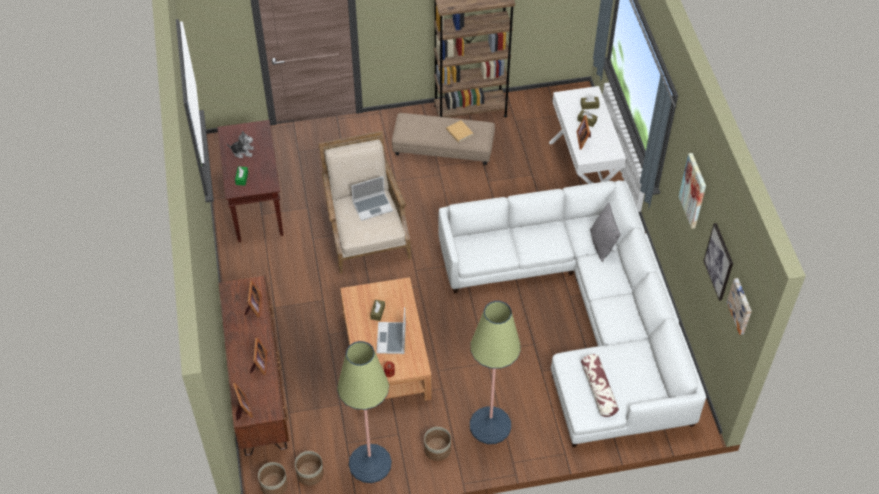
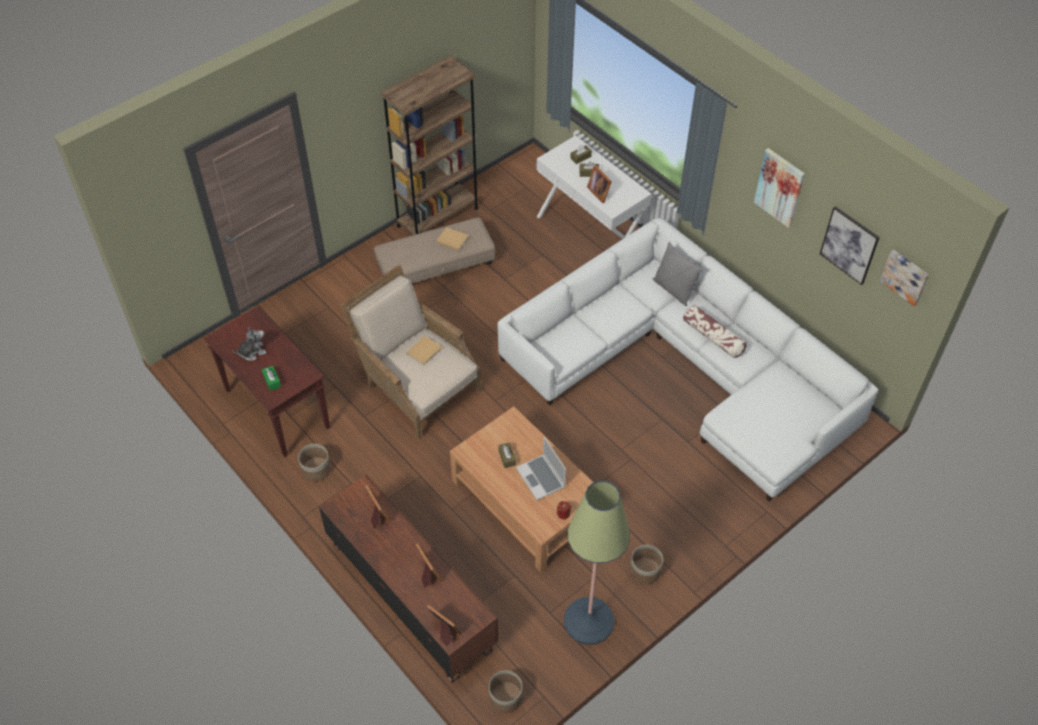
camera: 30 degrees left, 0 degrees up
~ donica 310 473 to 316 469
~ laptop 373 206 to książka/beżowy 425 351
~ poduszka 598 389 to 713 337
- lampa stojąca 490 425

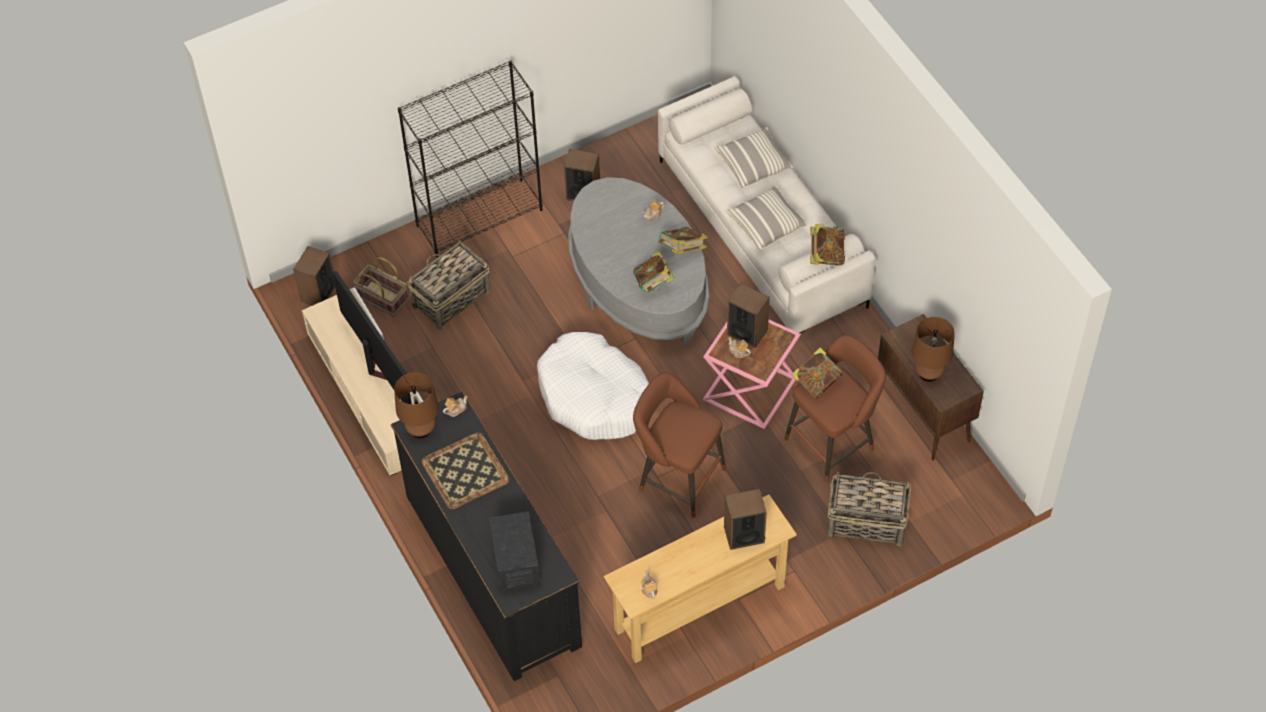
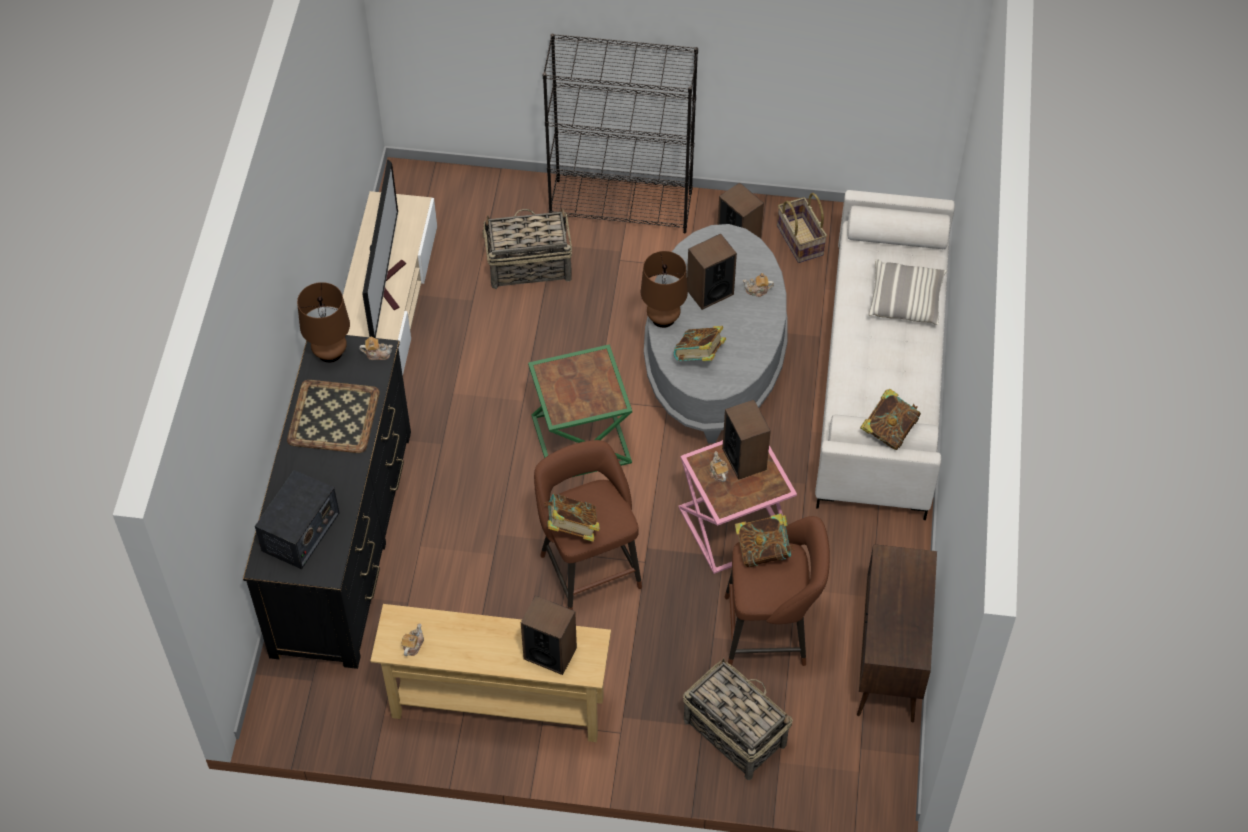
camera: 35 degrees right, 0 degrees up
~ legowisko/biały 595 396 to stolik/zielony 579 439
~ książka 682 250 to 572 528
~ lampa stołowa/brązowy 928 373 to 663 318
~ głośnik 318 293 to 709 292
~ koszyk 382 299 to 799 240
- poduszka 766 224

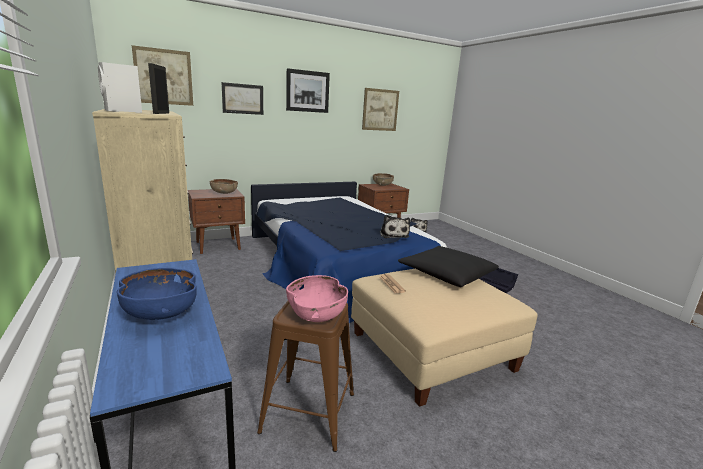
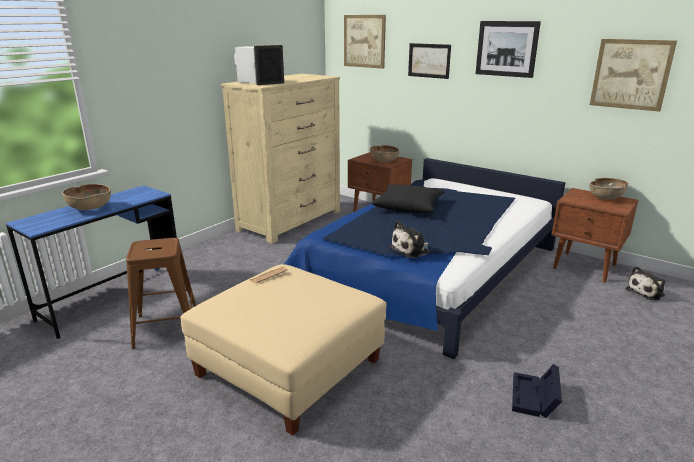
camera: 65 degrees right, 5 degrees up
~ miska/niebieski 161 313 to miska/brązowy 90 208
~ poduszka/czarny 446 274 to 408 206
- miska/różowy 317 314

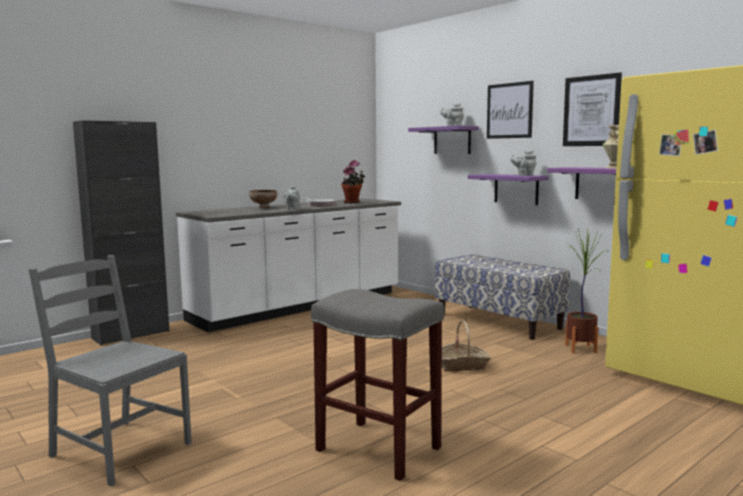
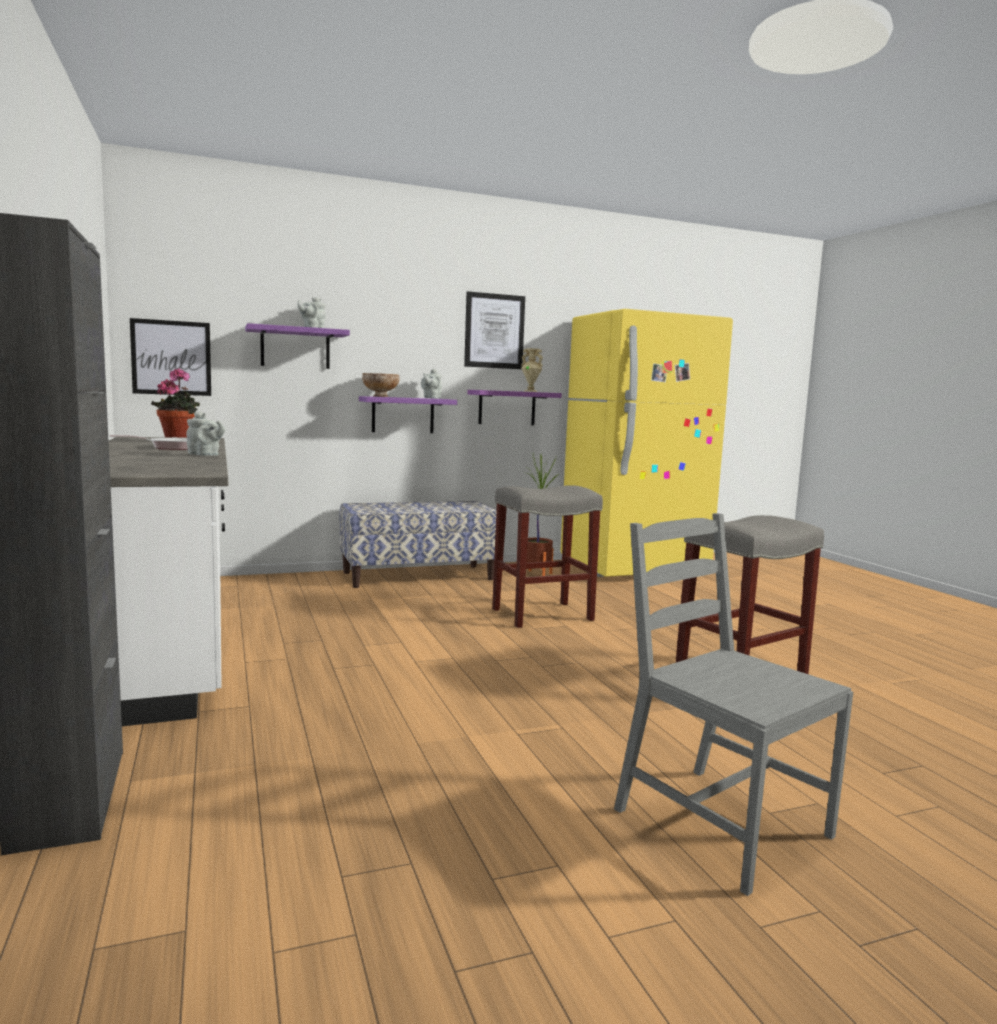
camera: 70 degrees left, 0 degrees up
~ obraz 509 110 to 171 358
~ miska 263 207 to 380 396
~ koszyk 461 365 to stołek/szary 543 614
~ krzesło/szary 119 450 = 718 823 90 degrees clockwise

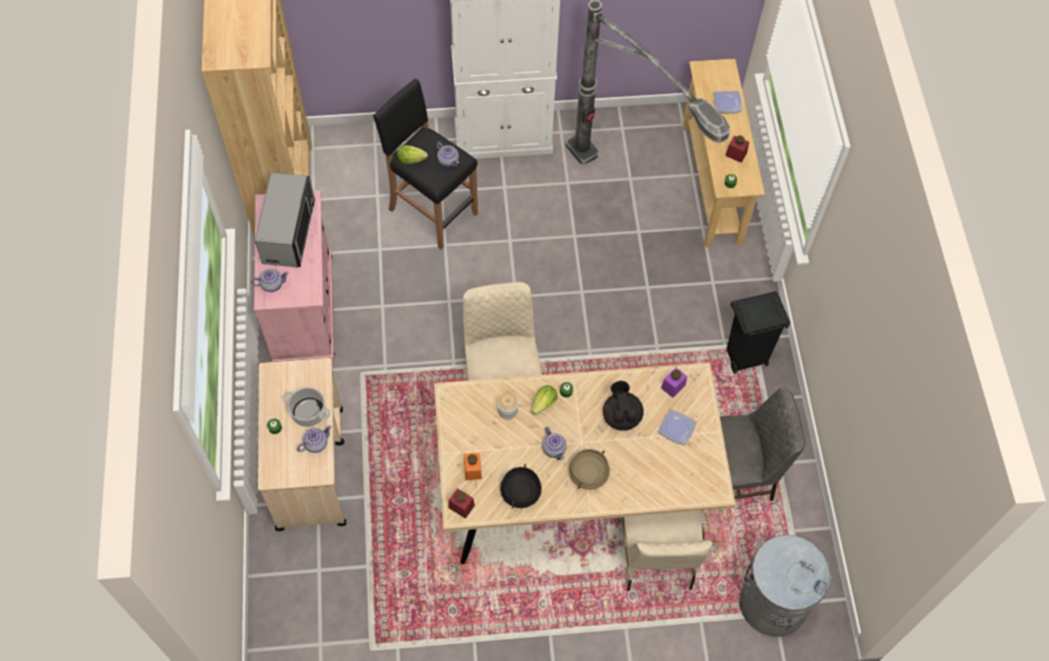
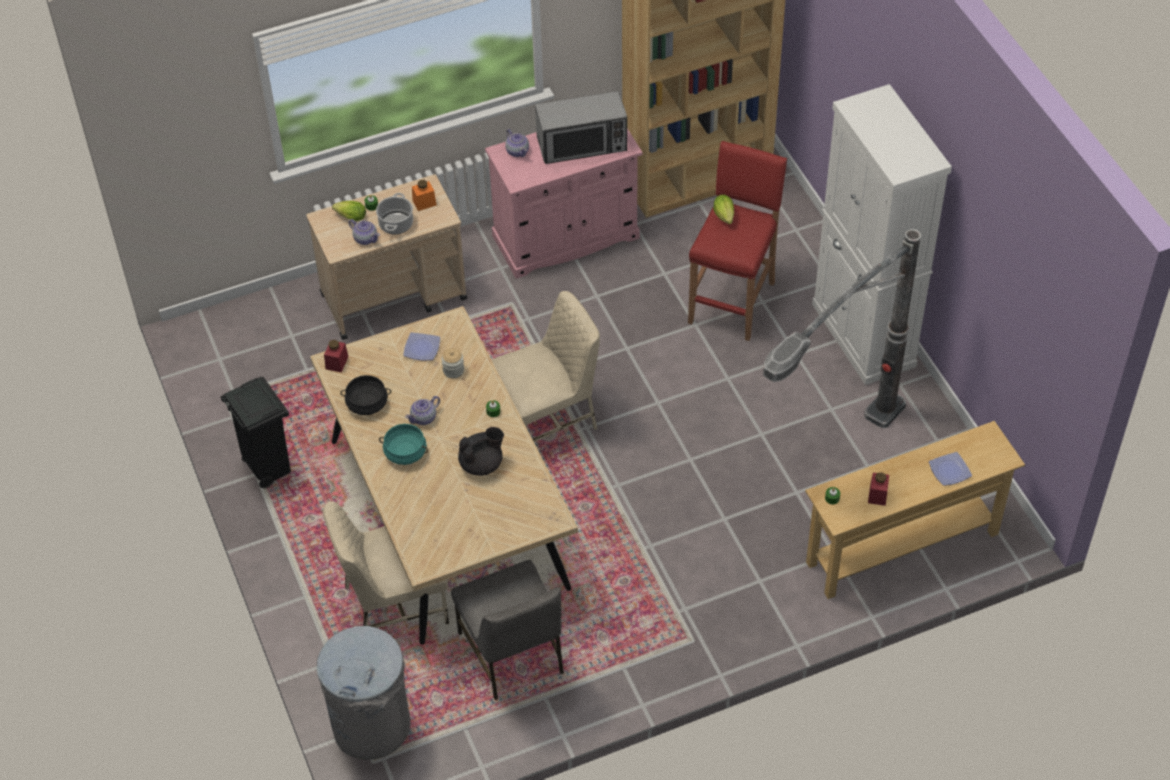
camera: 75 degrees right, 10 degrees down
~ kosz na śmieci/czarny 744 358 to 267 468
~ sałata 542 405 to 349 217
~ garnek/beżowy 588 474 to garnek/turkusowy 405 453
~ talerz 677 428 to 422 349
~ słoik/pomarańczowy 473 470 to 424 203
~ stołek/czarny 432 211 to stołek/czerwony 733 302
- imbryk 448 160
- słoik/fioletowy 673 386

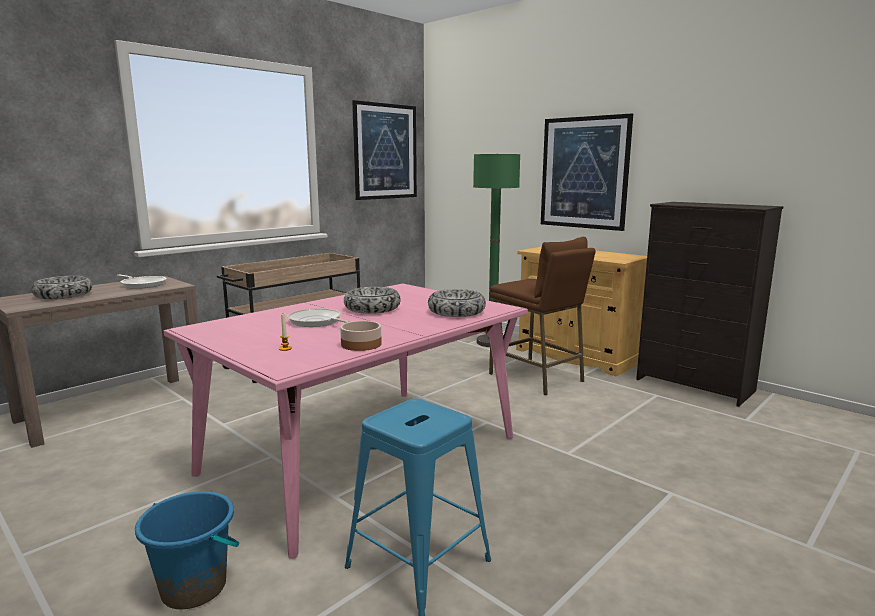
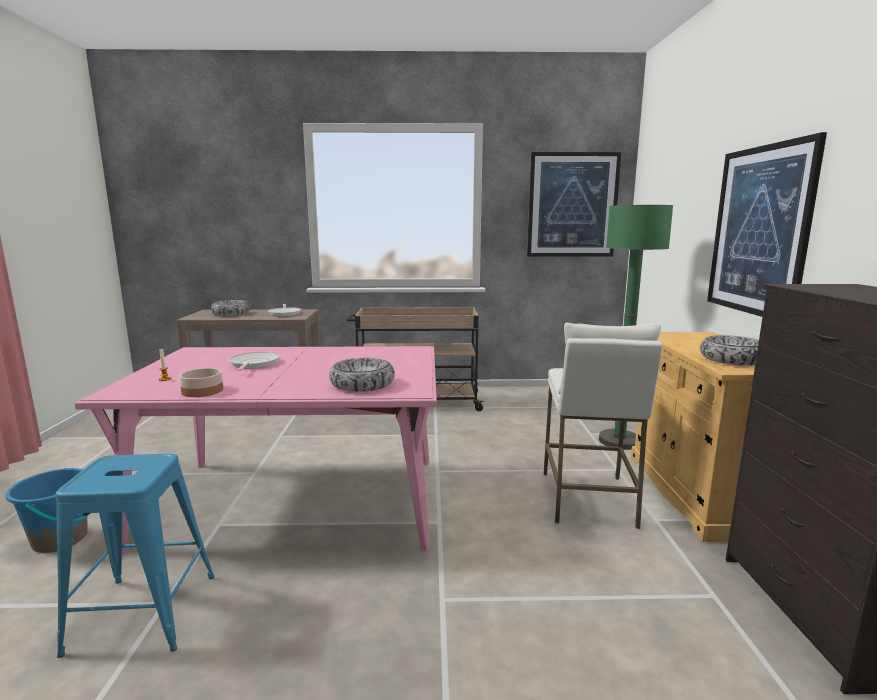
camera: 45 degrees right, 0 degrees up
~ stołek/brązowy 536 377 to stołek/biały 588 499
~ miska 372 308 to 732 360

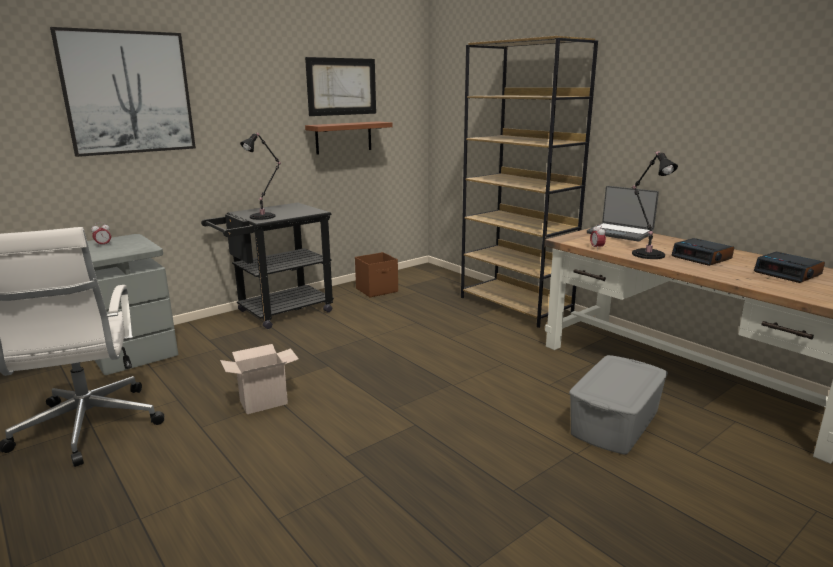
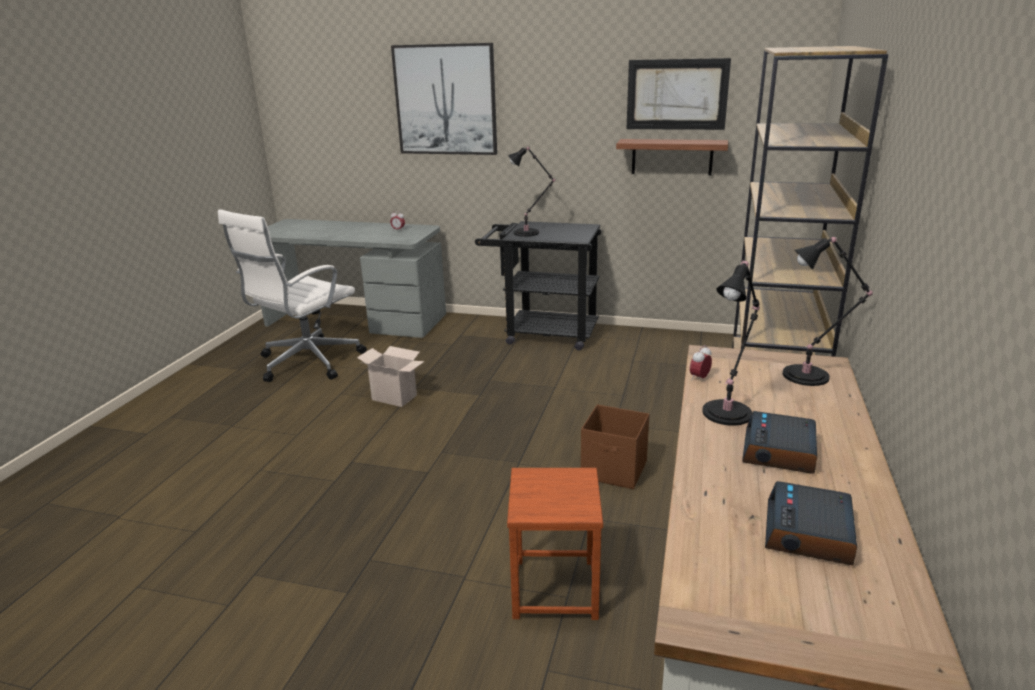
camera: 55 degrees right, 5 degrees up
~ pojemnik do przechowywania/szary 614 422 to stołek/brązowy 554 588
~ pojemnik do przechowywania/brązowy 377 290 to 614 470
~ laptop 620 233 to lampa stołowa/czarny 809 376

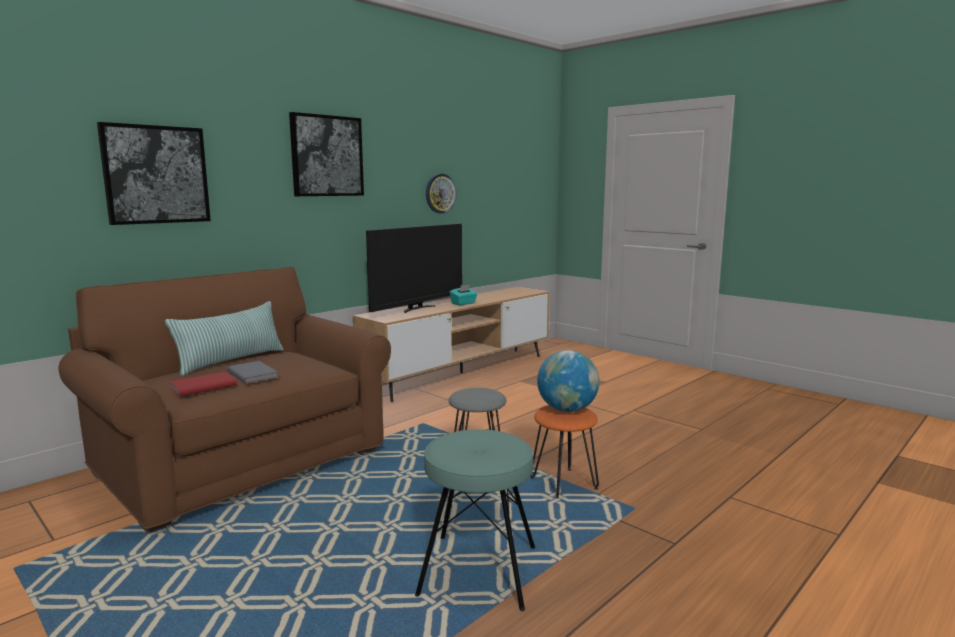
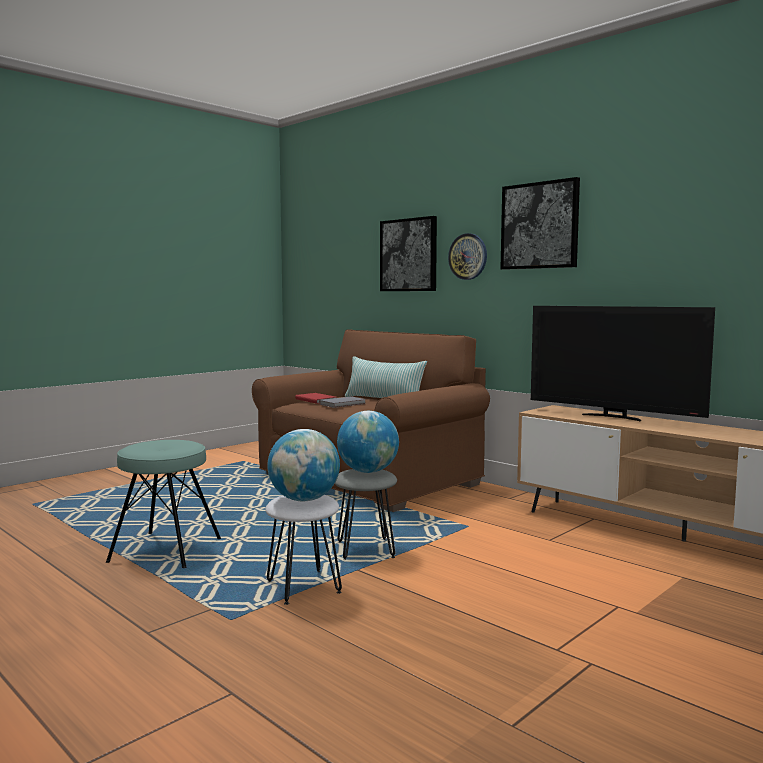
camera: 90 degrees right, 5 degrees down
~ stołek/pomarańczowy 563 483 to stołek/biały 304 587
+ globus 368 471
~ zegar ścienny 440 193 to 468 256
- pudełko chusteczek/turkusowy 463 303

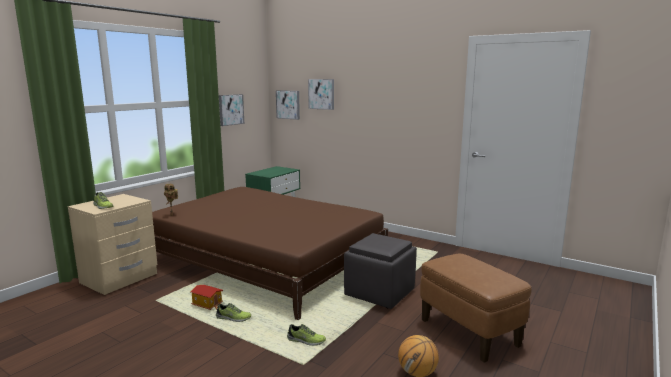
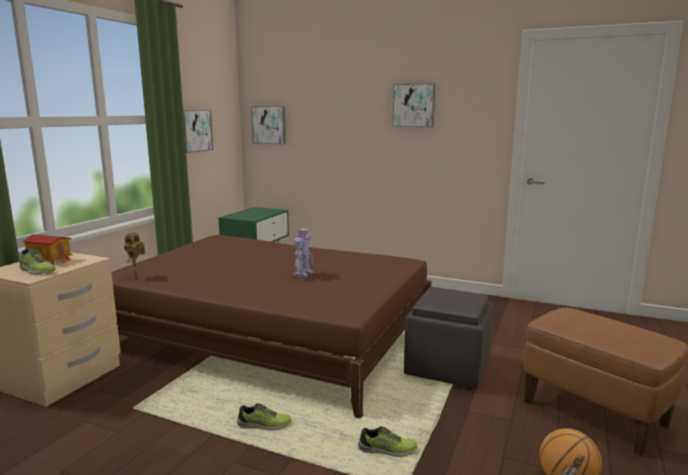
camera: 10 degrees left, 0 degrees up
~ domek 208 305 to 50 260
+ robot zabawkowy 303 273
~ obraz 321 94 to 414 105

